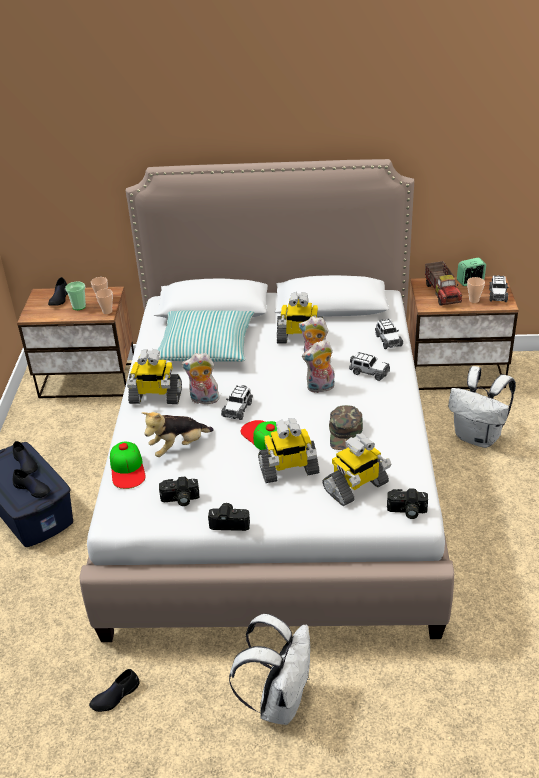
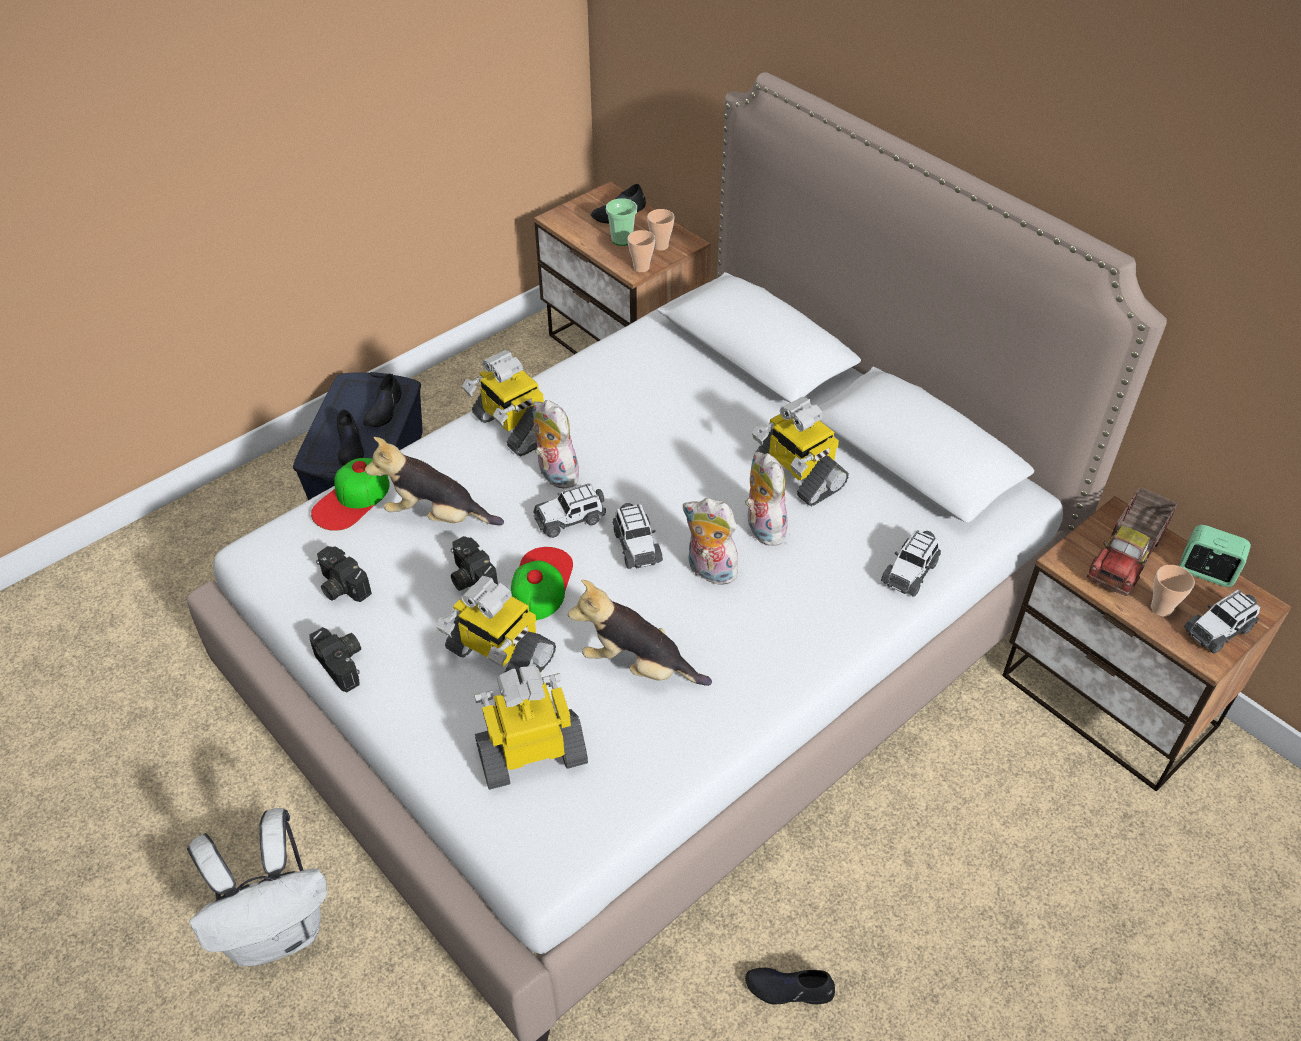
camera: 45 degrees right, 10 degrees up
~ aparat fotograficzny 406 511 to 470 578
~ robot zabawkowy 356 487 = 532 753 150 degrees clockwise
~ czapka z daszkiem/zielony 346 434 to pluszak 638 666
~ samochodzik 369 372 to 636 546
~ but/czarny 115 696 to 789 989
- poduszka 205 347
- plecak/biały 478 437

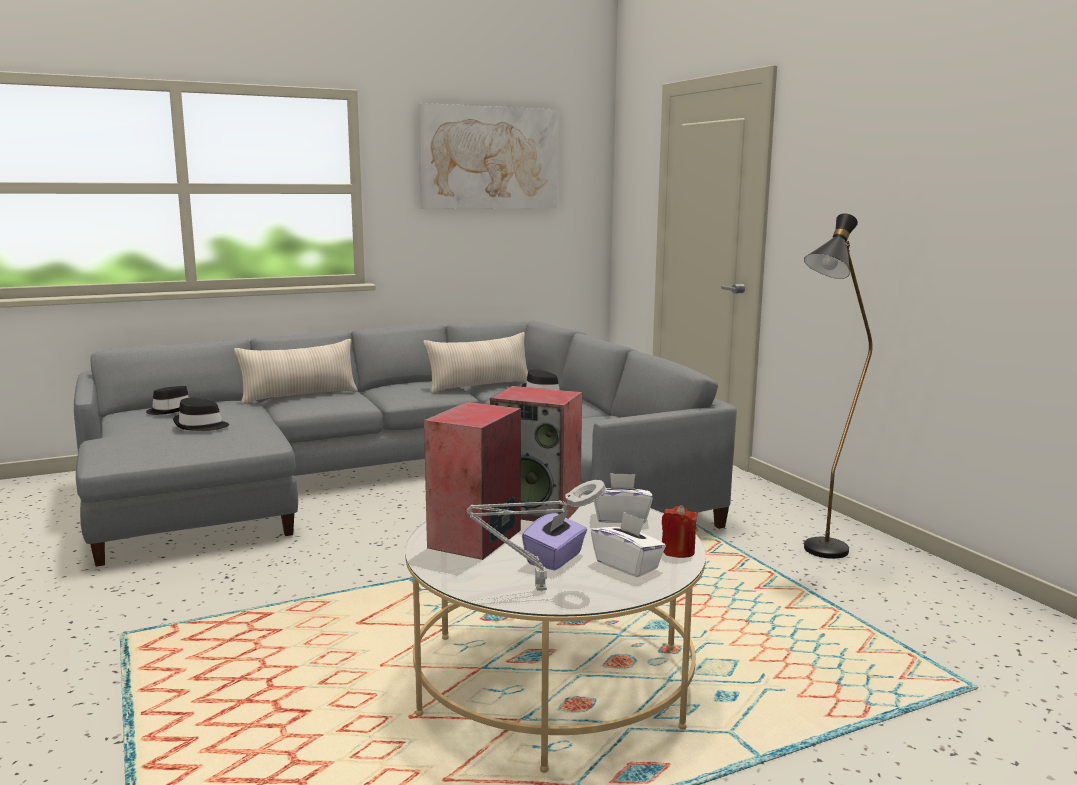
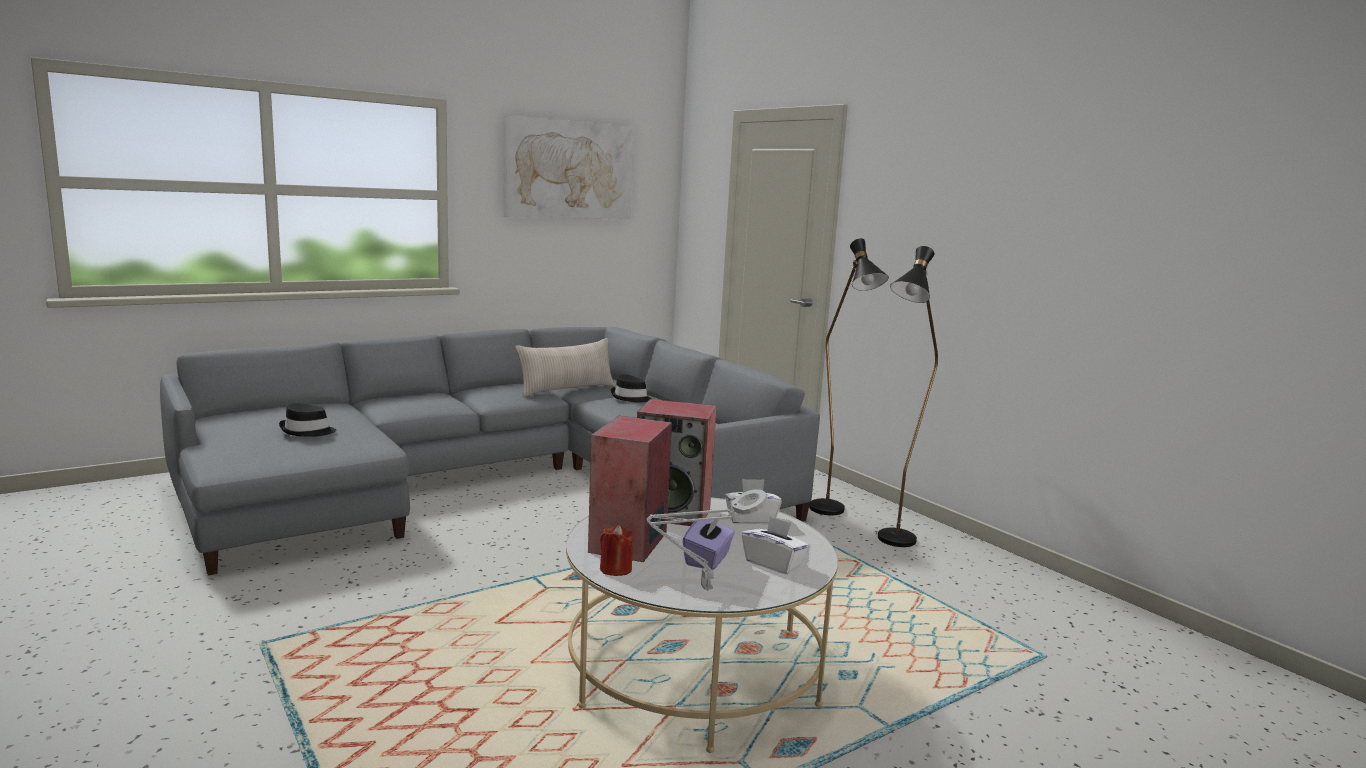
camera: 10 degrees left, 0 degrees up
~ świeca/czerwony 678 551 to 616 569
+ lampa stojąca/czarny 833 513
- kapelusz/czarny 171 410
- poduszka/beżowy 299 396

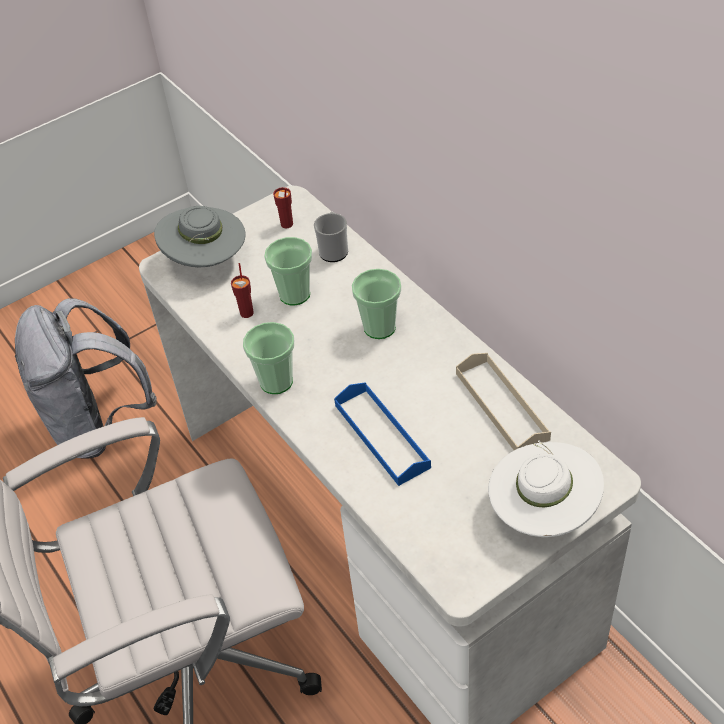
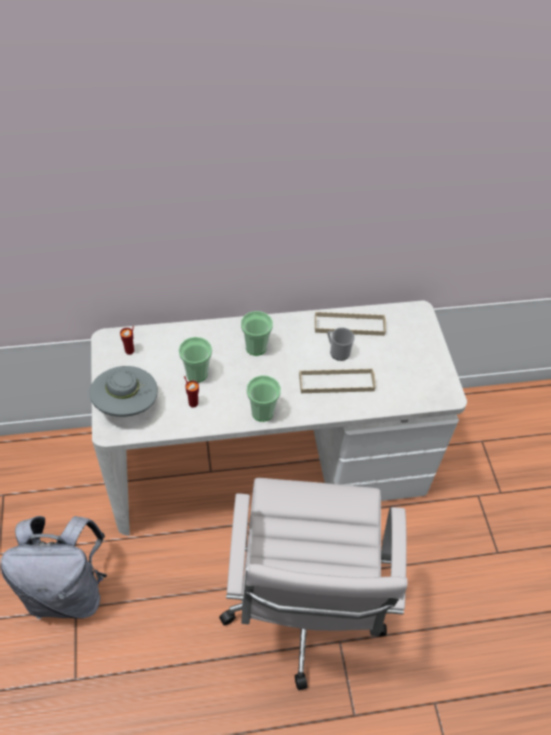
camera: 70 degrees left, 5 degrees up
~ taca/niebieski 381 436 to taca/beżowy 336 382
~ kubek 334 250 to 337 351
- kapelusz/biały 542 511

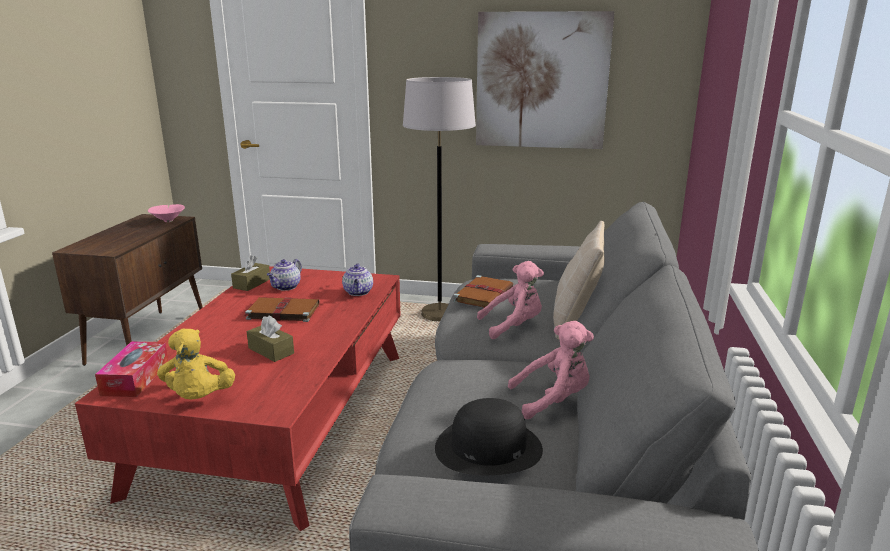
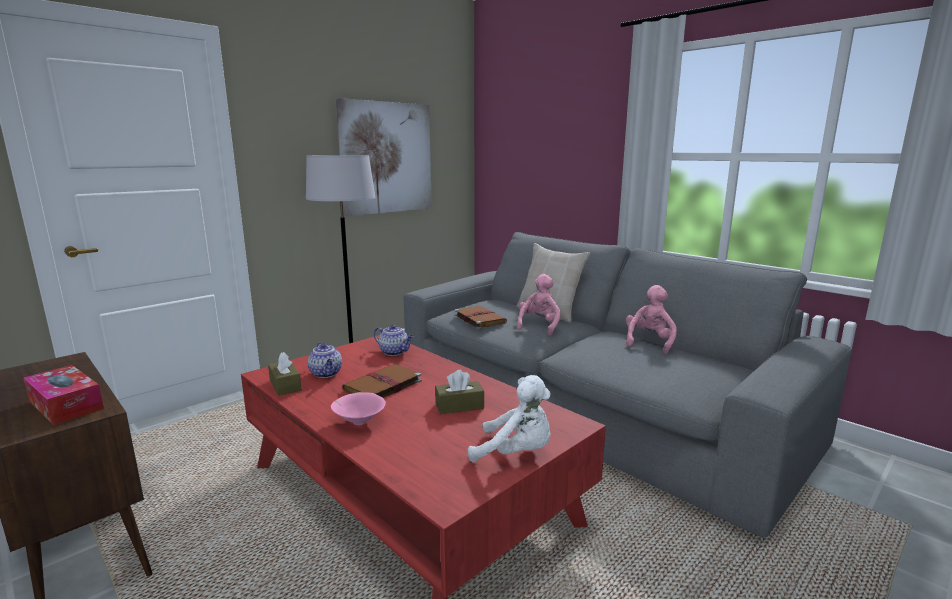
camera: 55 degrees left, 5 degrees down
~ pudełko chusteczek 135 378 to 66 405
~ miska/różowy 168 221 to 358 422
~ pluszak/żółty 199 398 to pluszak/biały 516 453
- kapelusz/czarny 488 447

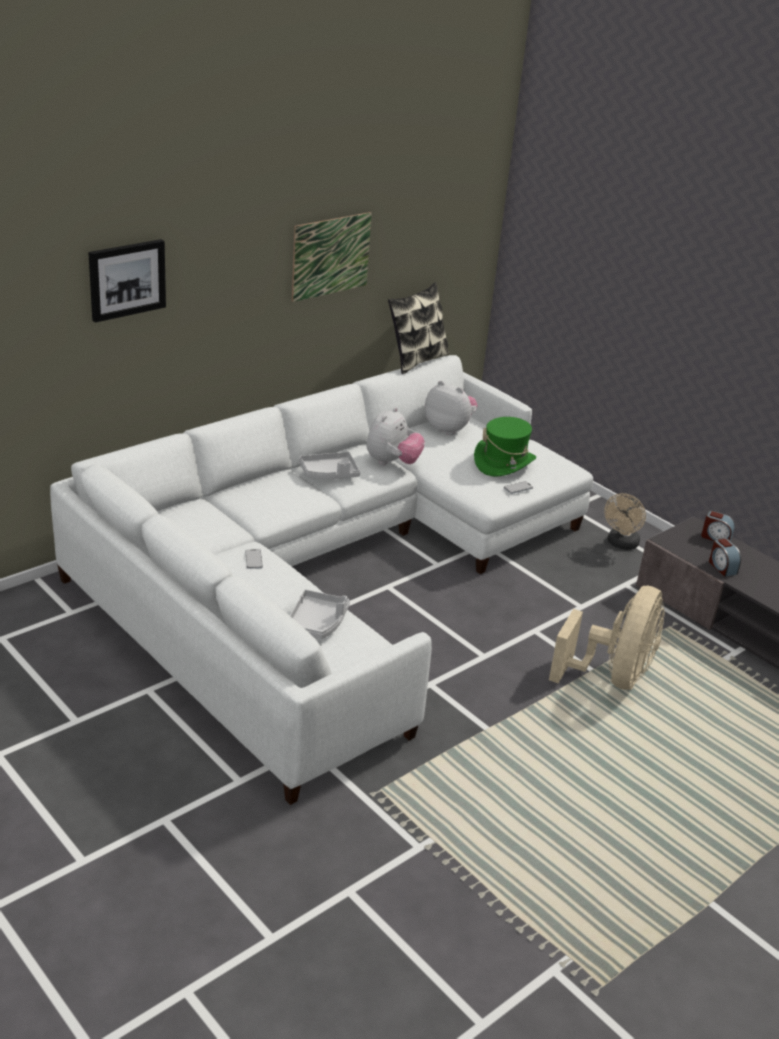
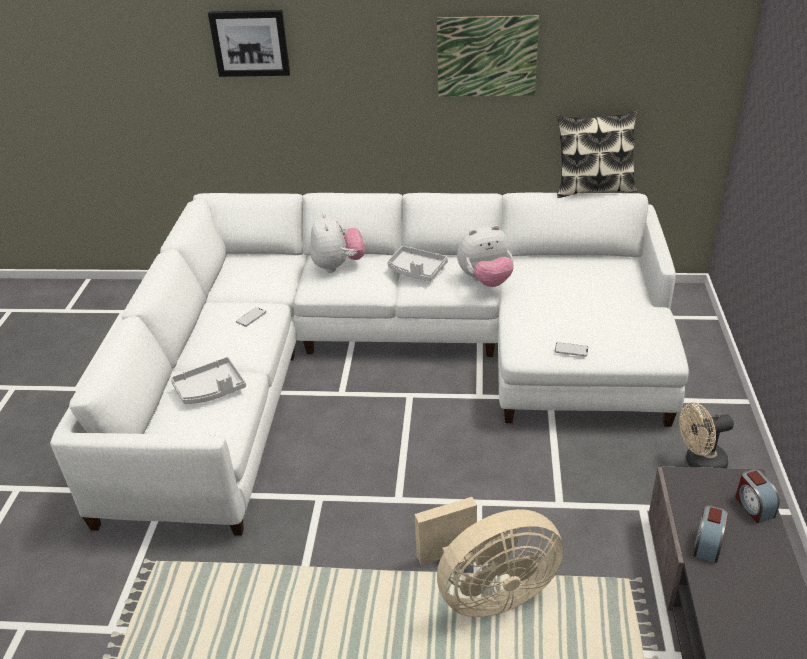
camera: 50 degrees right, 5 degrees up
~ pluszak 449 429 to 338 266
- kapelusz/zielony 504 463

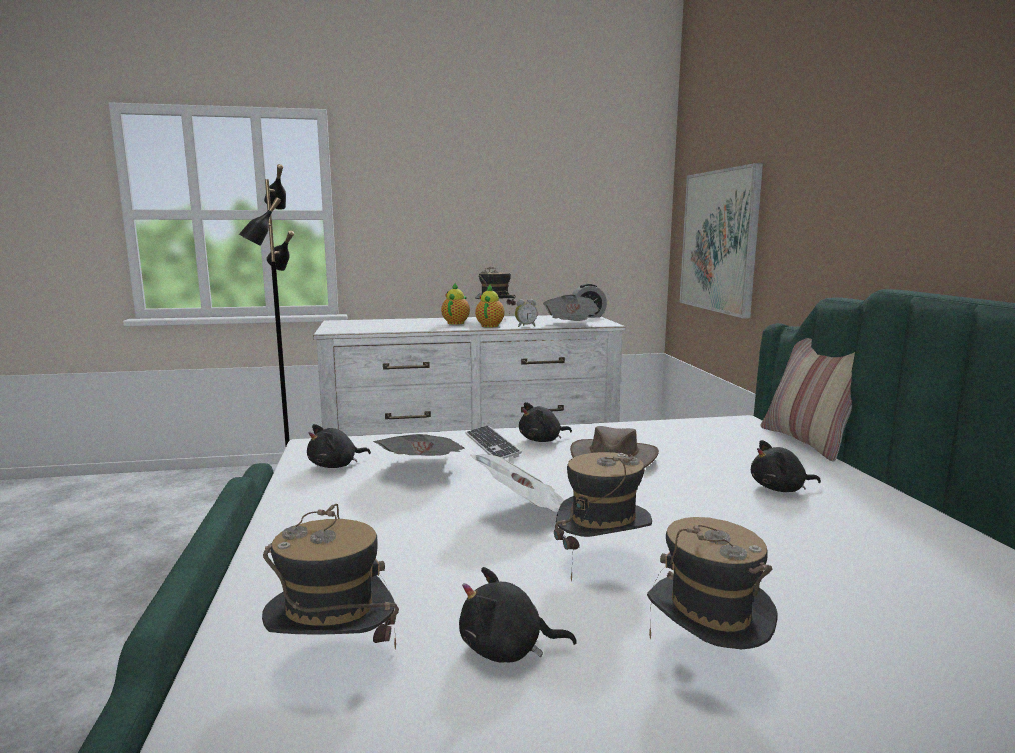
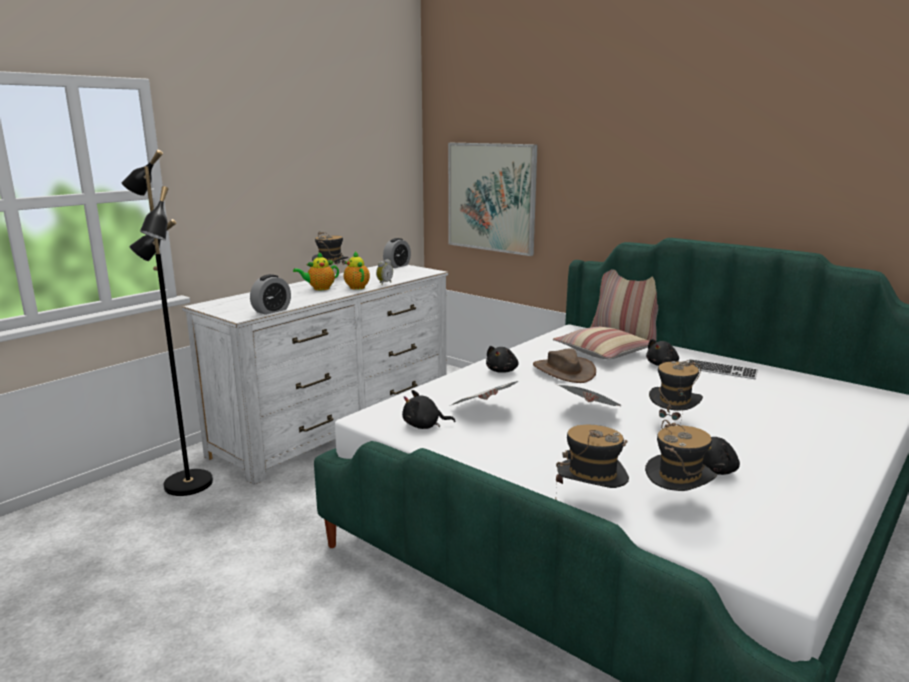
camera: 40 degrees left, 5 degrees up
+ budzik 271 311
~ imbryk 456 323 = 319 288 90 degrees counterclockwise
~ pluszak/czarny 336 465 = 424 426 75 degrees clockwise
+ poduszka 603 352
~ kapelusz 705 664 to 590 503
~ klawiatura 492 445 to 721 371
- gazeta 571 324

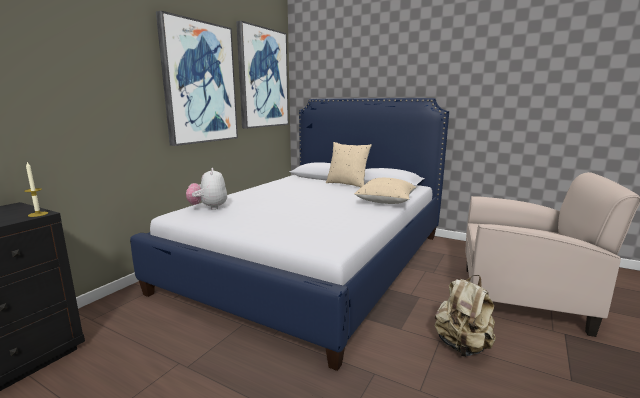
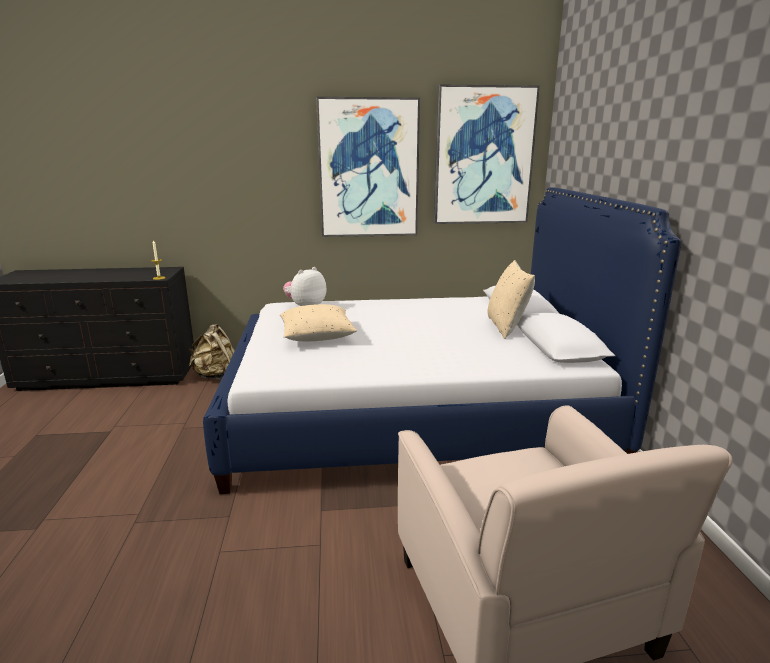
camera: 55 degrees right, 5 degrees up
~ plecak/beżowy 462 346 to 216 376
~ poduszka/beżowy 385 201 to 317 337

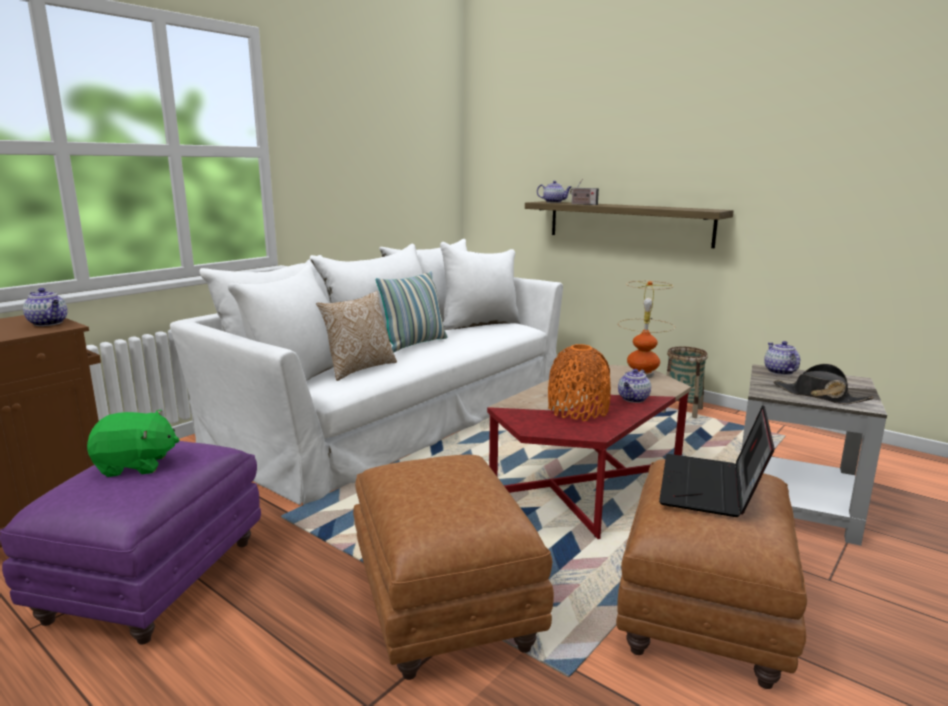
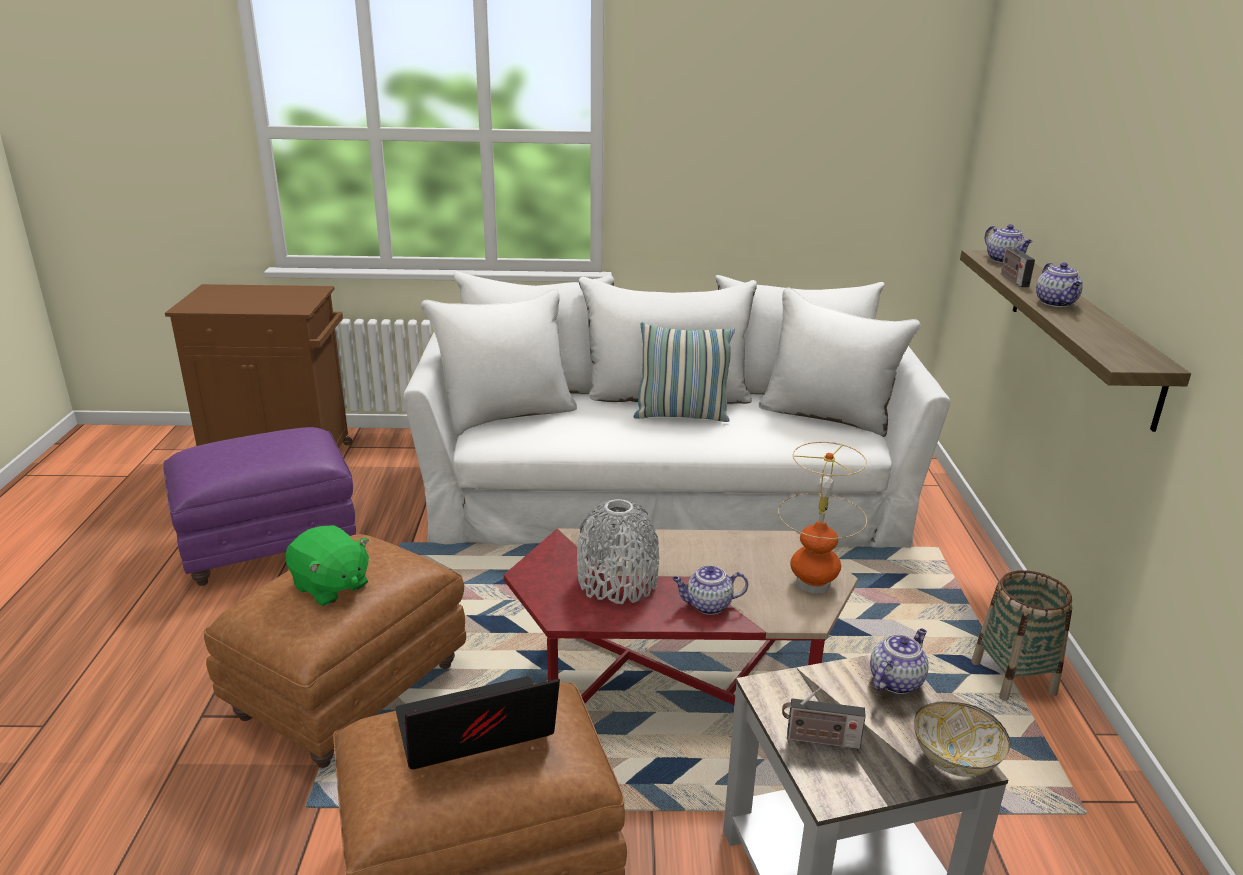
camera: 50 degrees right, 10 degrees up
~ pluszak/zielony 136 465 to 330 587
~ wazon/pomarańczowy 578 410 to wazon/szary 617 582
~ kapelusz/czarny 819 396 to radio 819 740
+ miska 956 760
~ imbryk 49 323 to 1056 303
- poduszka 358 369

